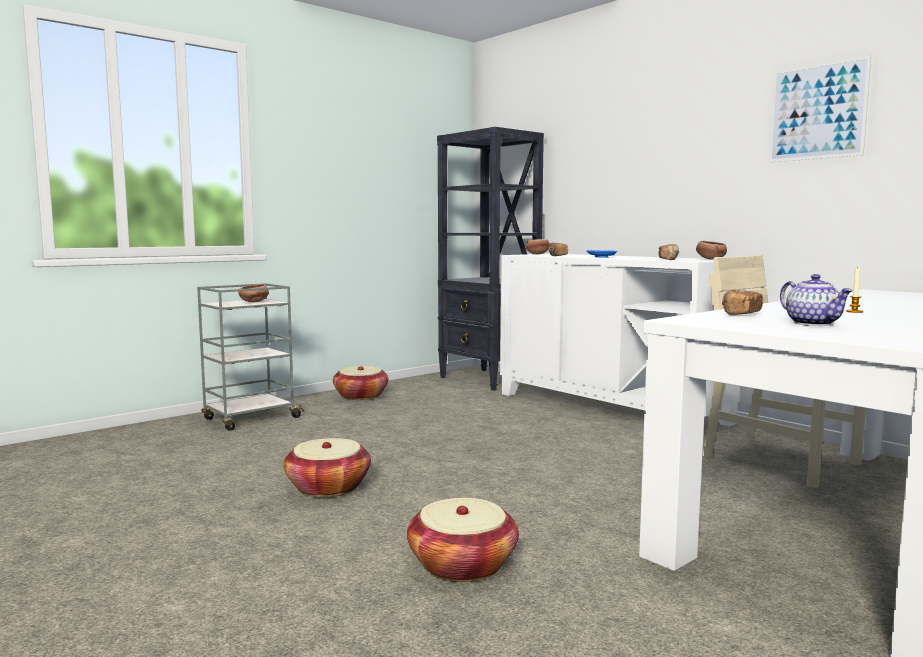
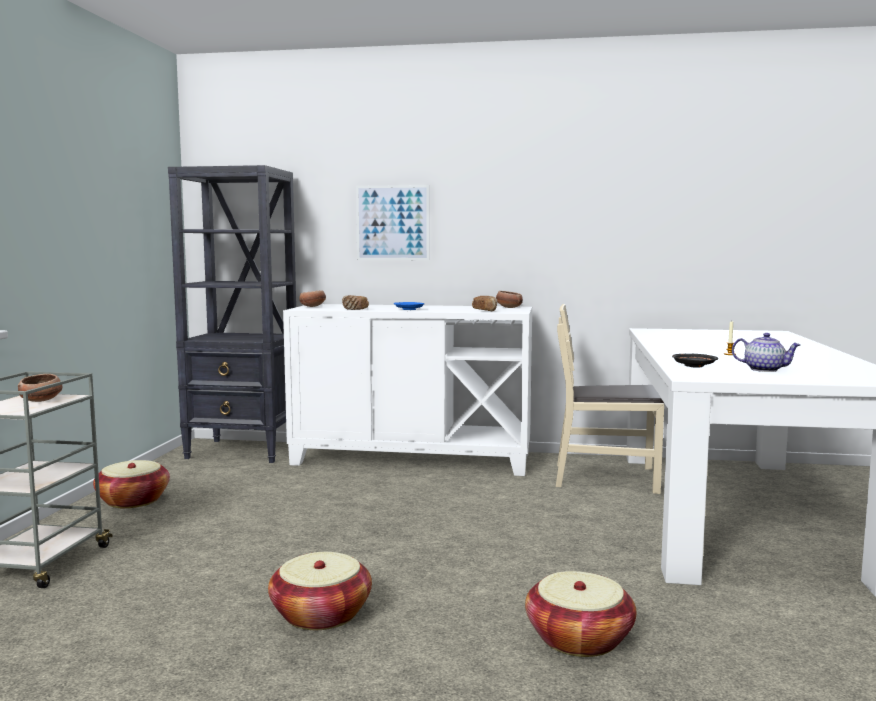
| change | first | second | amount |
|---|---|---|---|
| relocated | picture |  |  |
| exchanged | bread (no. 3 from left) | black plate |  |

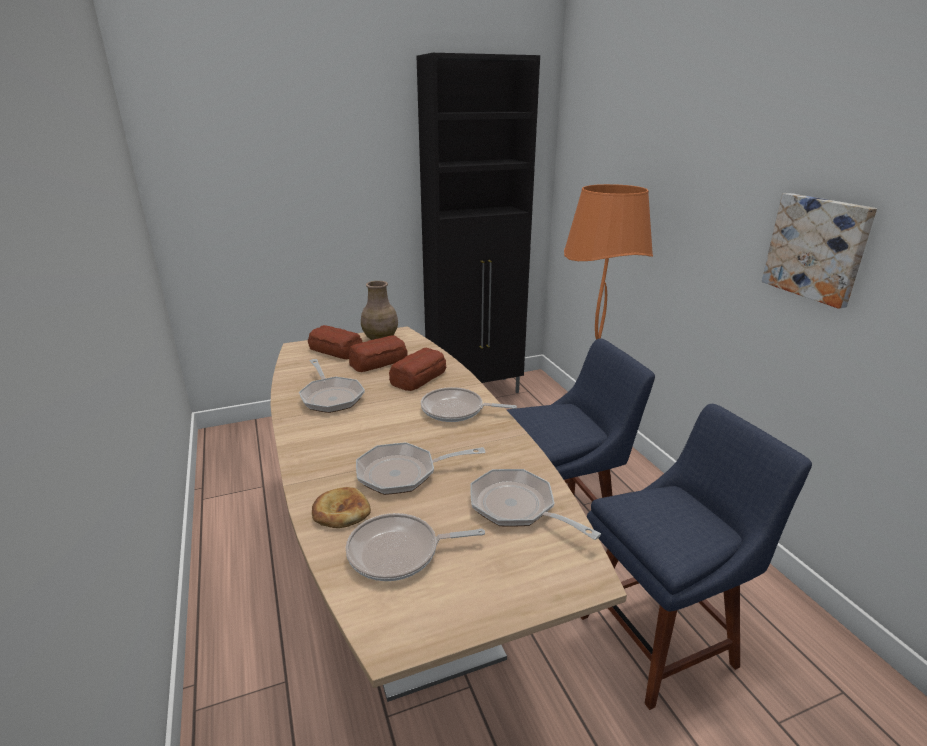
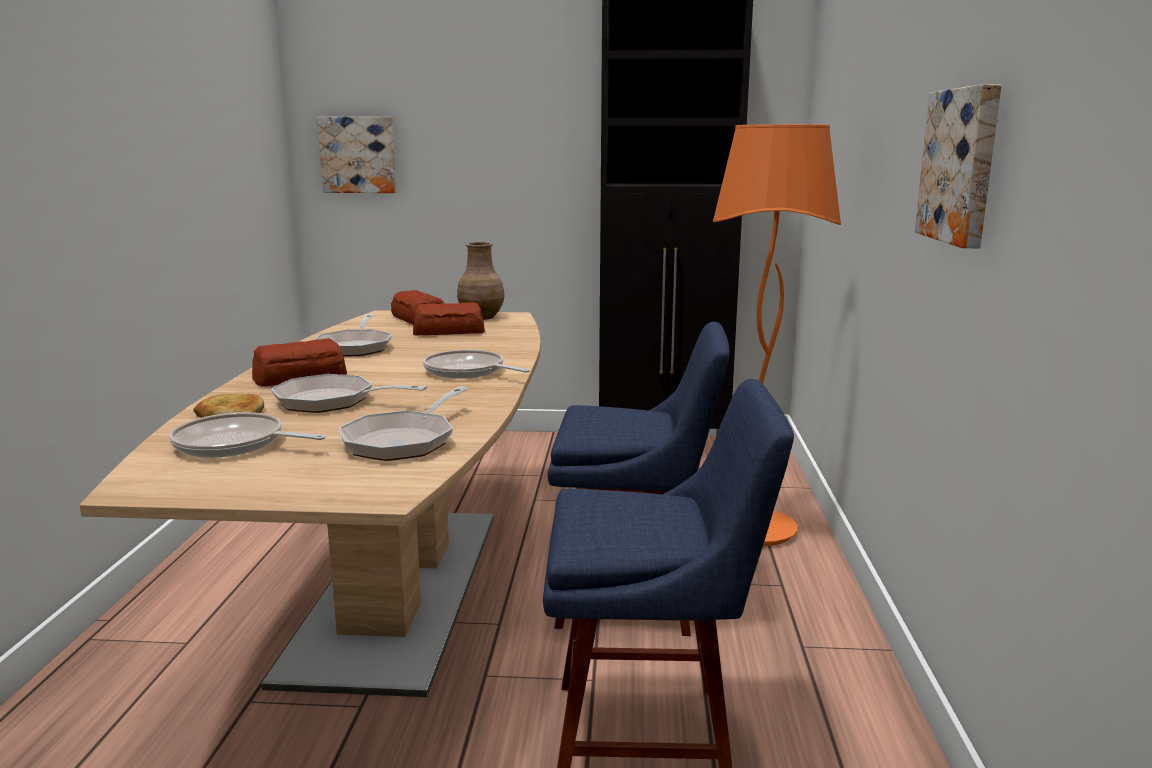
| change | first | second | amount |
|---|---|---|---|
| relocated | bread (no. 4 from left in the first image) | bread (no. 2 from left) |  |
| spun | frying pan (no. 5 from left in the first image) | frying pan (no. 4 from left) | 135 degrees counterclockwise |
| appeared |  | picture (no. 1 from left) |  |

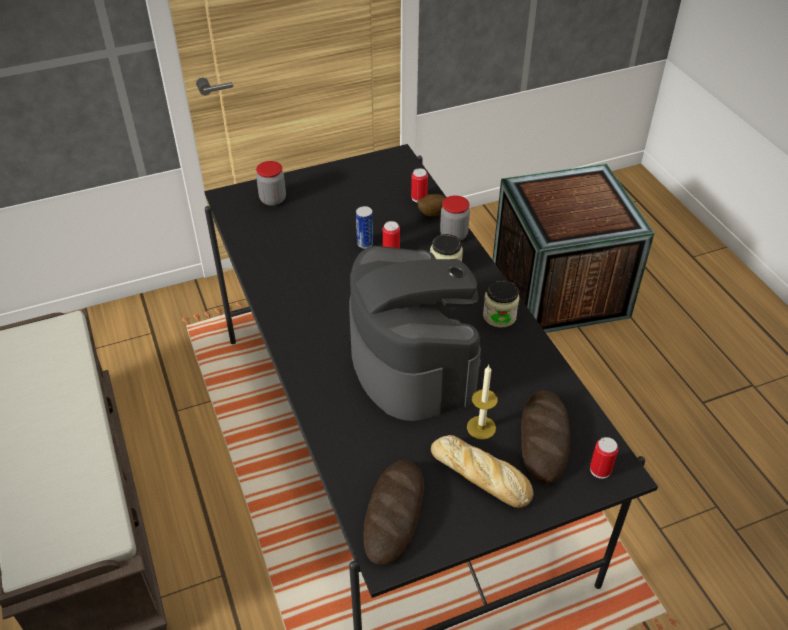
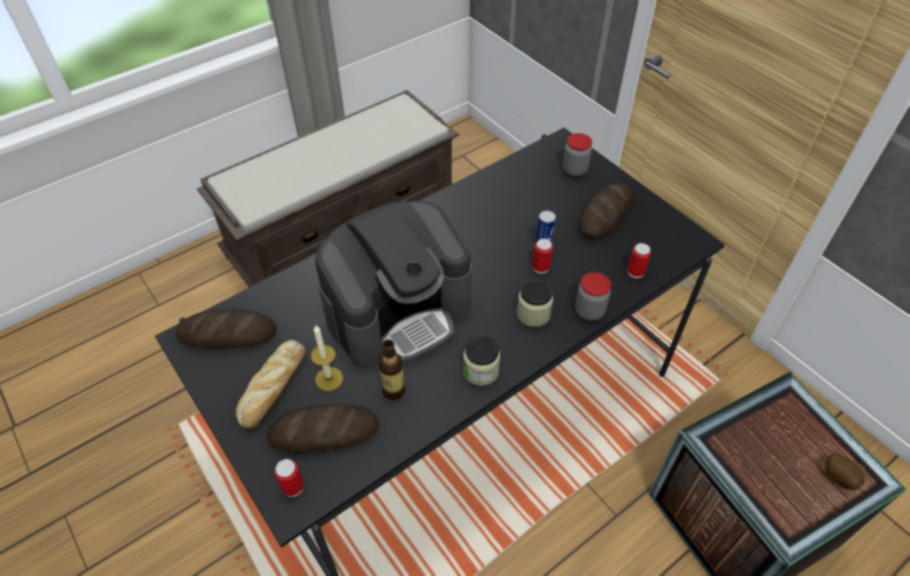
| change | first | second | amount |
|---|---|---|---|
| relocated | potato |  |  |
| appeared |  | bread (no. 4 from left) |  |
| appeared |  | bottle |  |

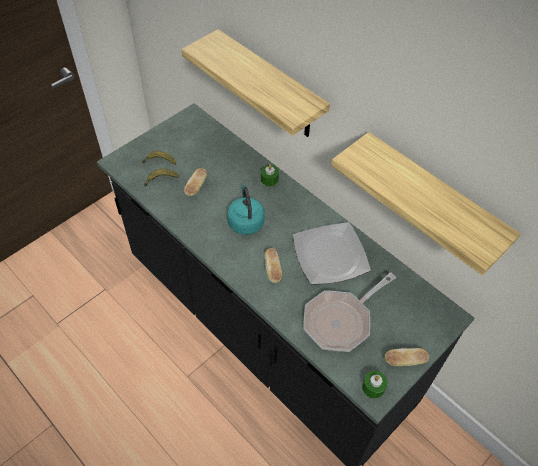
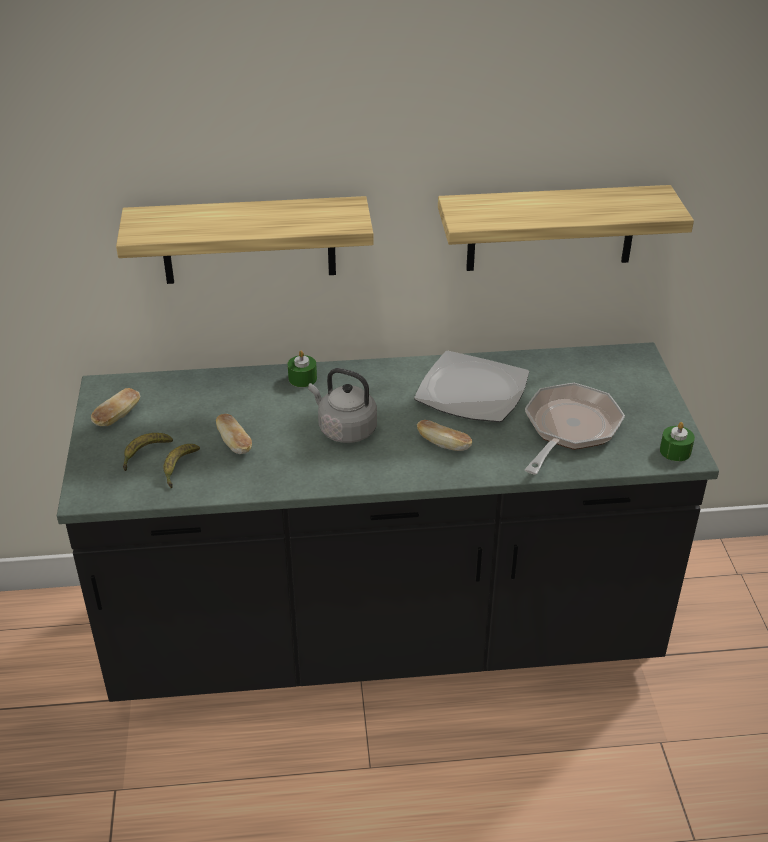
| change | first | second | amount |
|---|---|---|---|
| colour | turquoise kettle | grey kettle |  |
| spun | frying pan |  | 150 degrees counterclockwise |
| relocated | bread (no. 3 from left in the first image) | bread (no. 1 from left) |  |

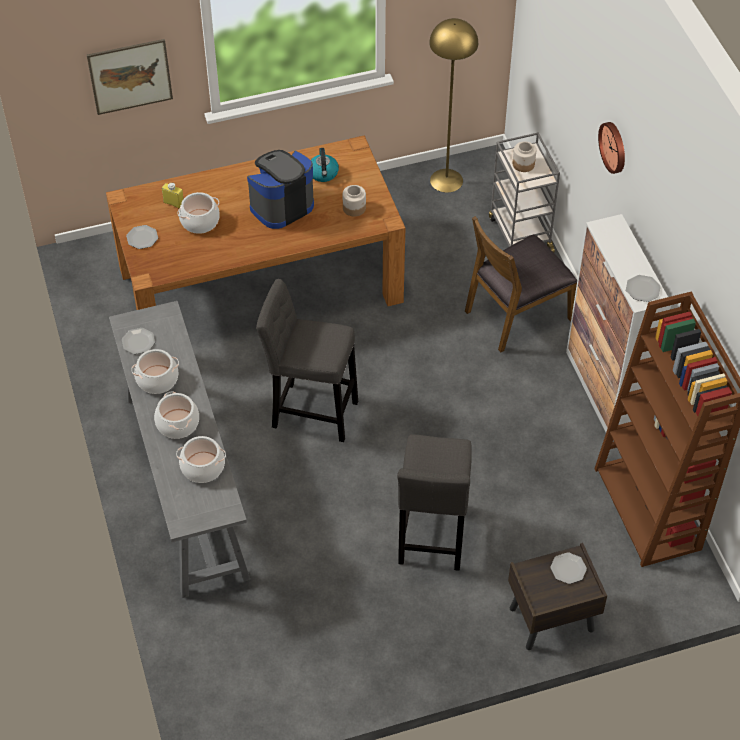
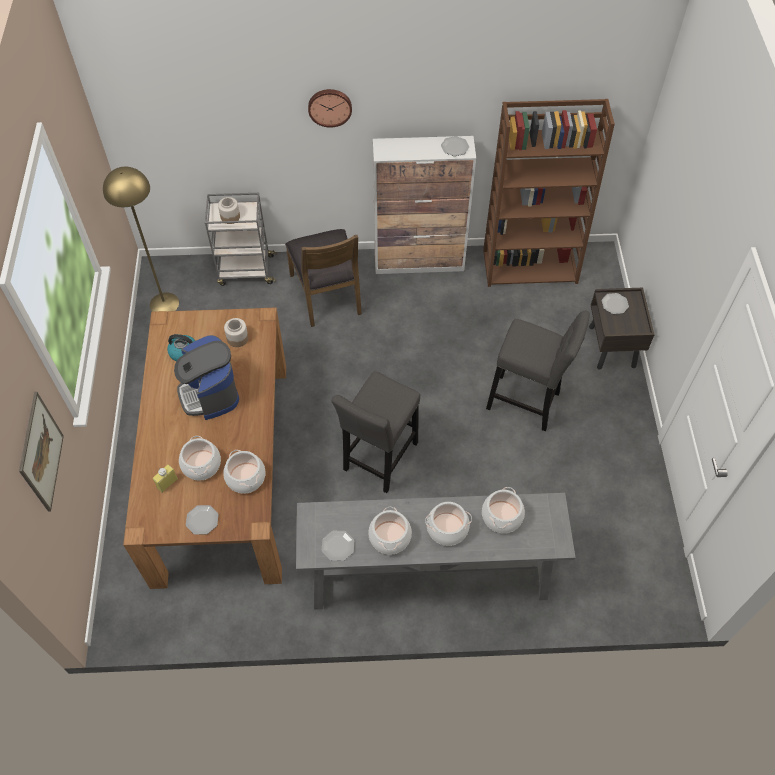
| change | first | second | amount |
|---|---|---|---|
| appeared |  | cooking pot (no. 2 from left) |  |

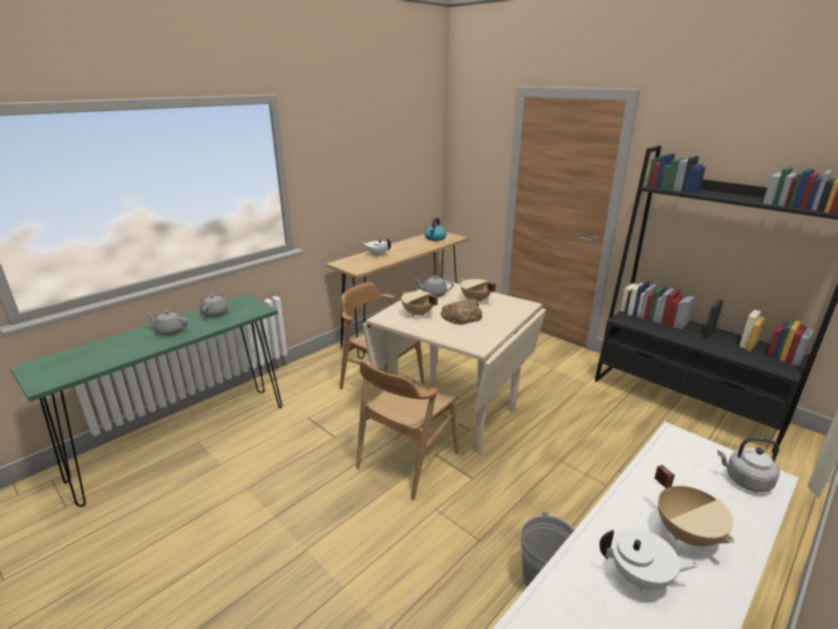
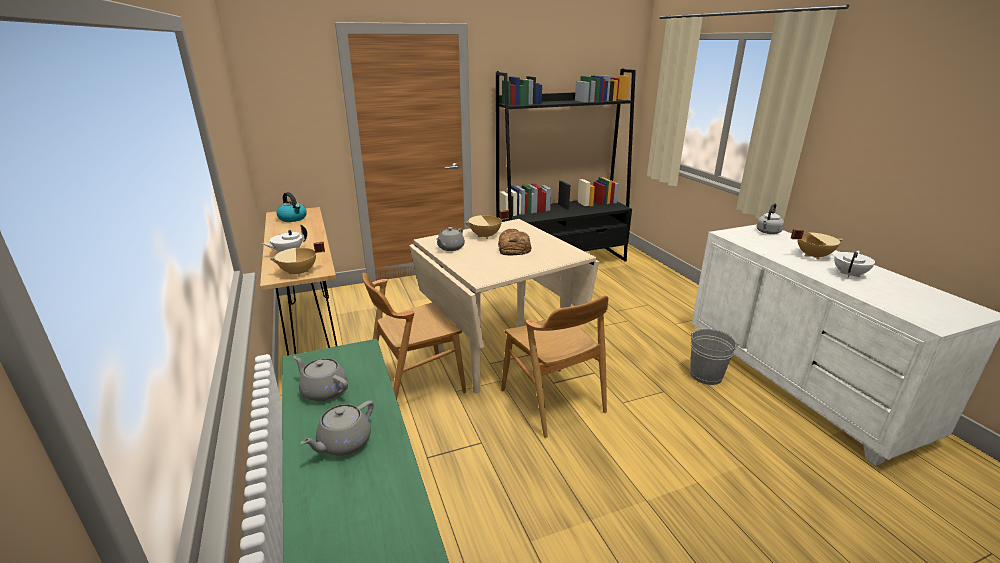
| change | first | second | amount |
|---|---|---|---|
| relocated | beige cooking pot (no. 1 from left) |  |  |

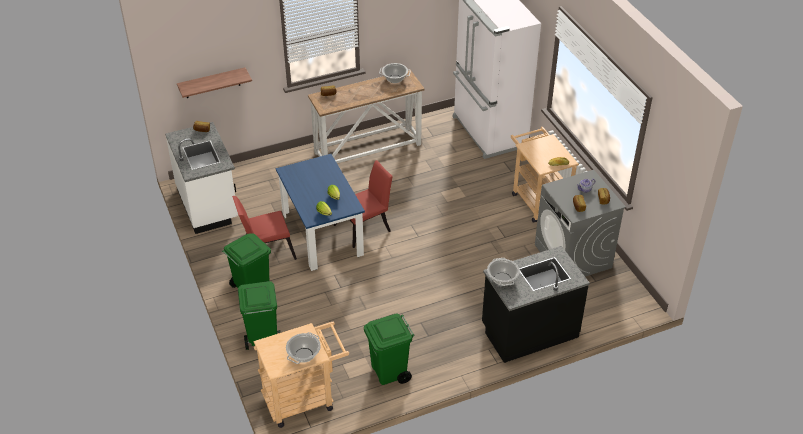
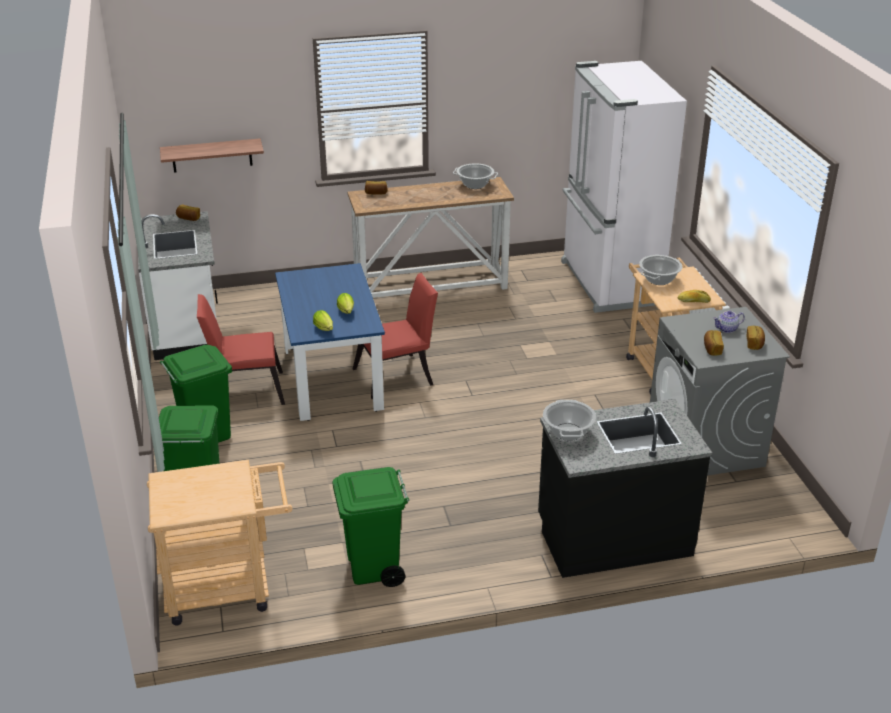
| change | first | second | amount |
|---|---|---|---|
| relocated | cooking pot (no. 1 from left in the first image) | cooking pot (no. 3 from left) |  |

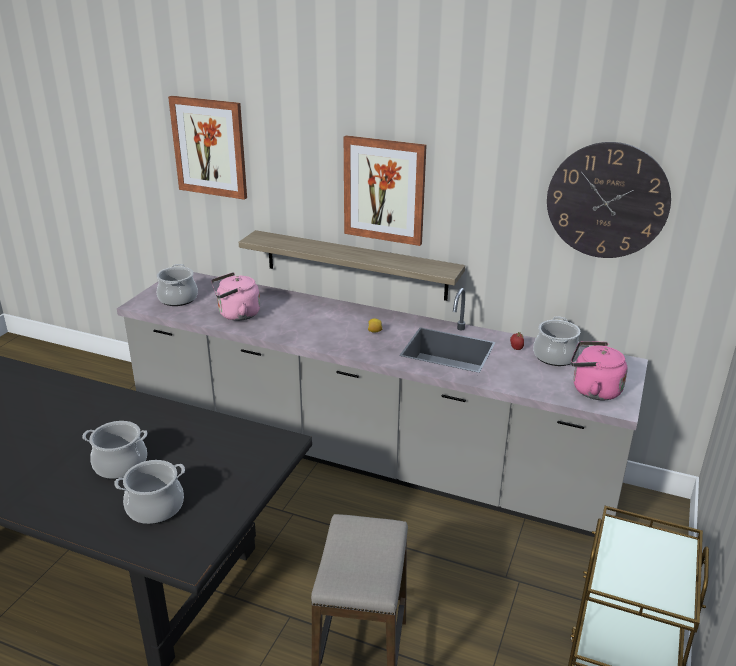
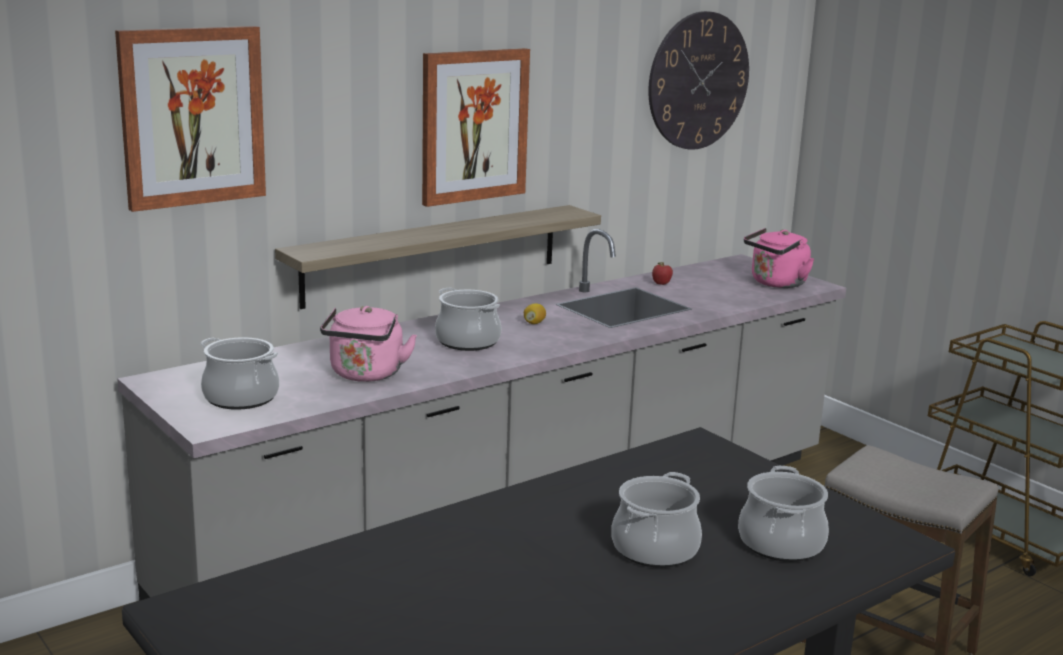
| change | first | second | amount |
|---|---|---|---|
| relocated | cooking pot (no. 4 from left in the first image) | cooking pot (no. 2 from left) |  |

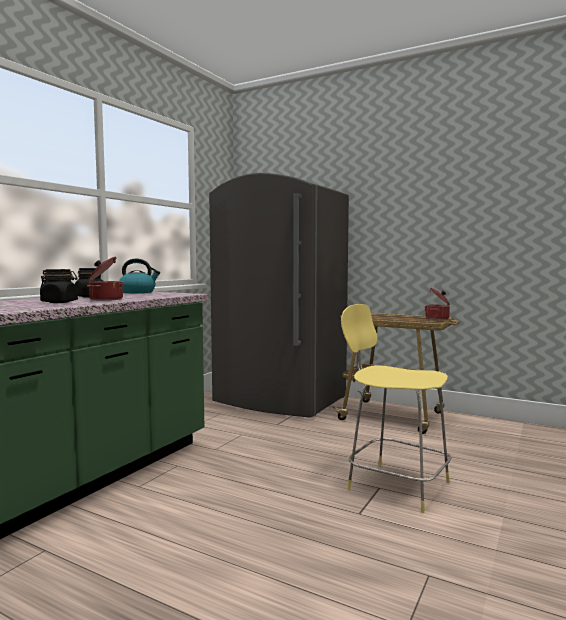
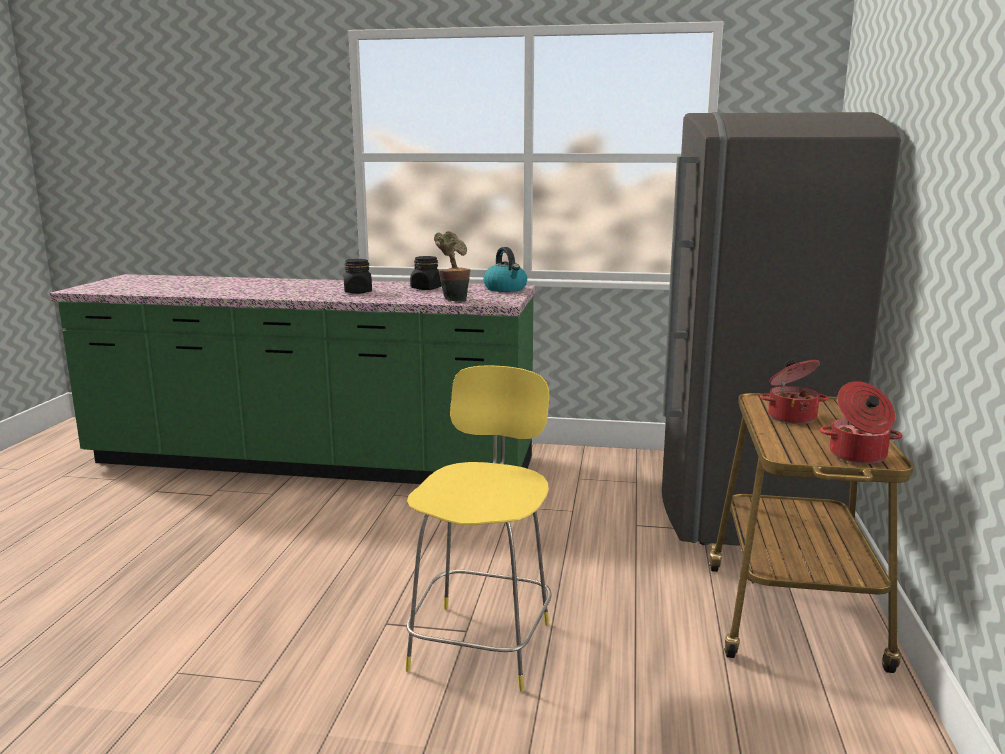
| change | first | second | amount |
|---|---|---|---|
| relocated | cooking pot (no. 1 from left) |  |  |
| appeared |  | potted plant |  |

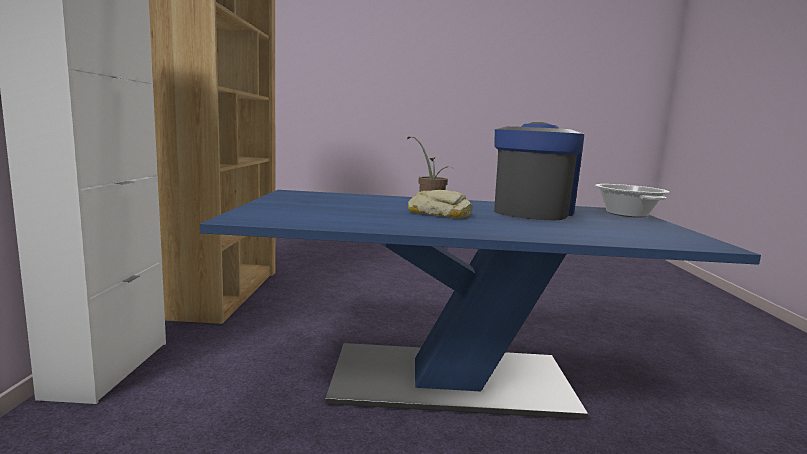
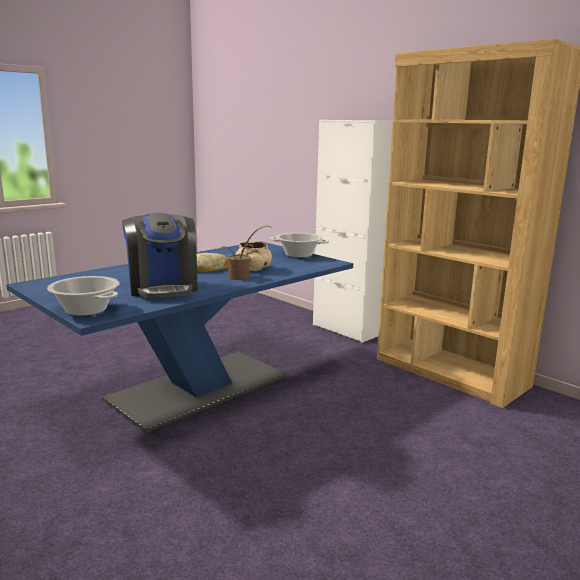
| change | first | second | amount |
|---|---|---|---|
| appeared |  | cooking pot (no. 2 from left) |  |
| appeared |  | beige bowl |  |

